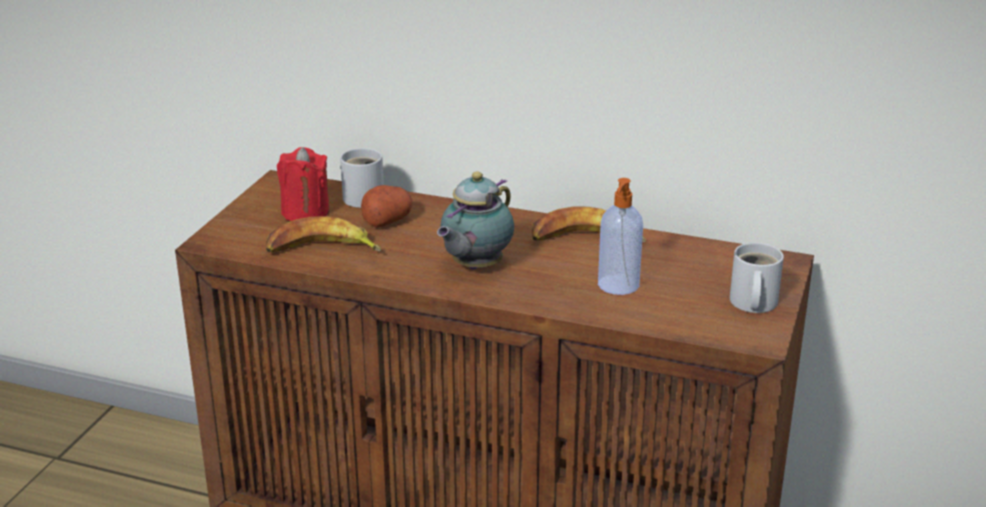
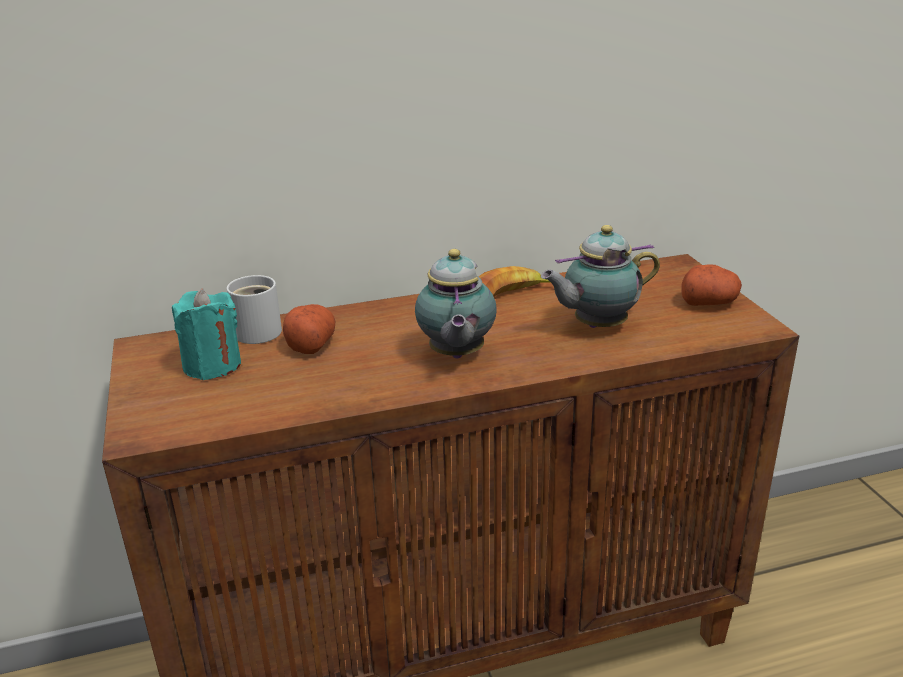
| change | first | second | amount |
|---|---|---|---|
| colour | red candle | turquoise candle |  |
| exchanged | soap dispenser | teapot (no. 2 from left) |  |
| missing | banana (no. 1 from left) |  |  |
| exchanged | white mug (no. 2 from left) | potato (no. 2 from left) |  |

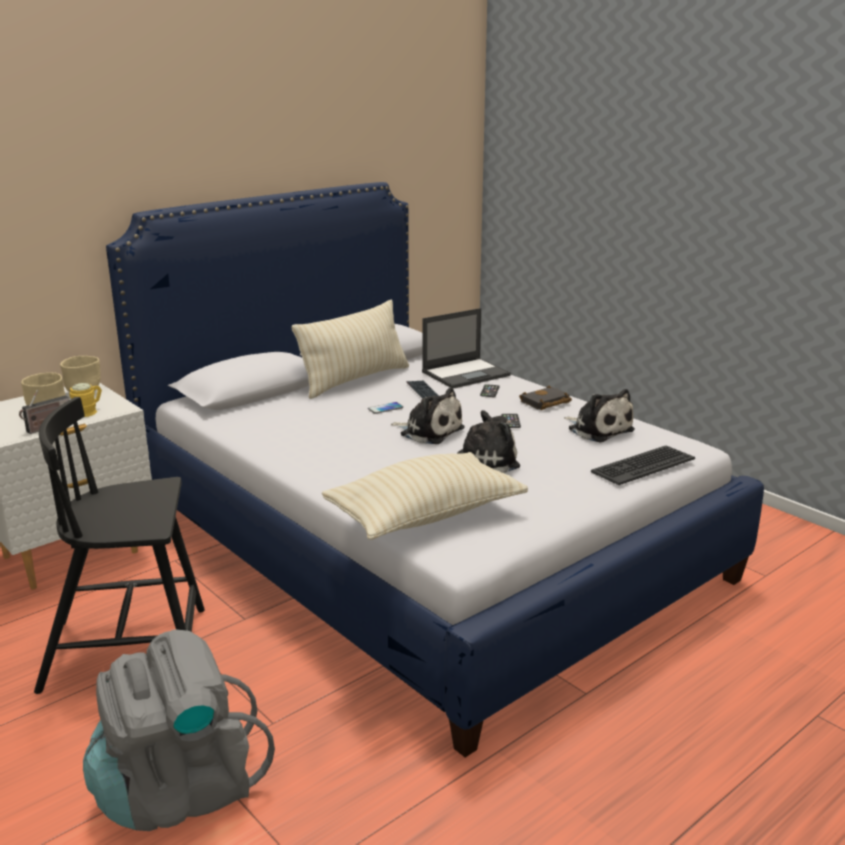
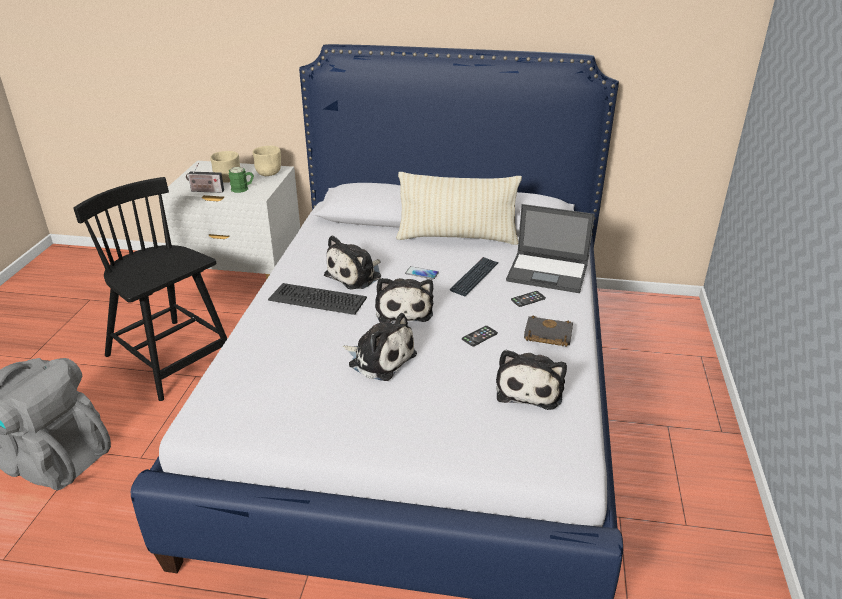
| change | first | second | amount |
|---|---|---|---|
| colour | yellow mug | green mug |  |
| relocated | keyboard (no. 2 from left in the first image) | keyboard (no. 1 from left) |  |
| missing | beige pillow (no. 2 from left) |  |  |
| appeared |  | plush toy (no. 1 from left) |  |

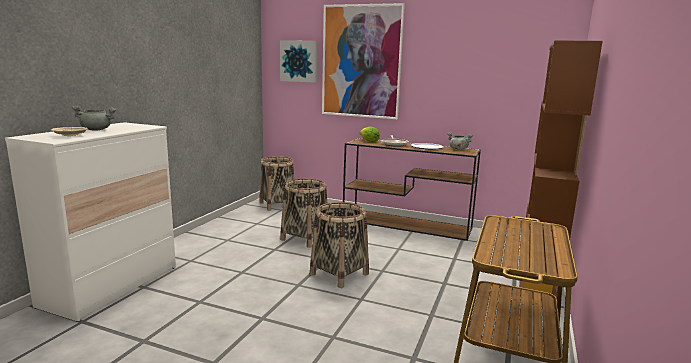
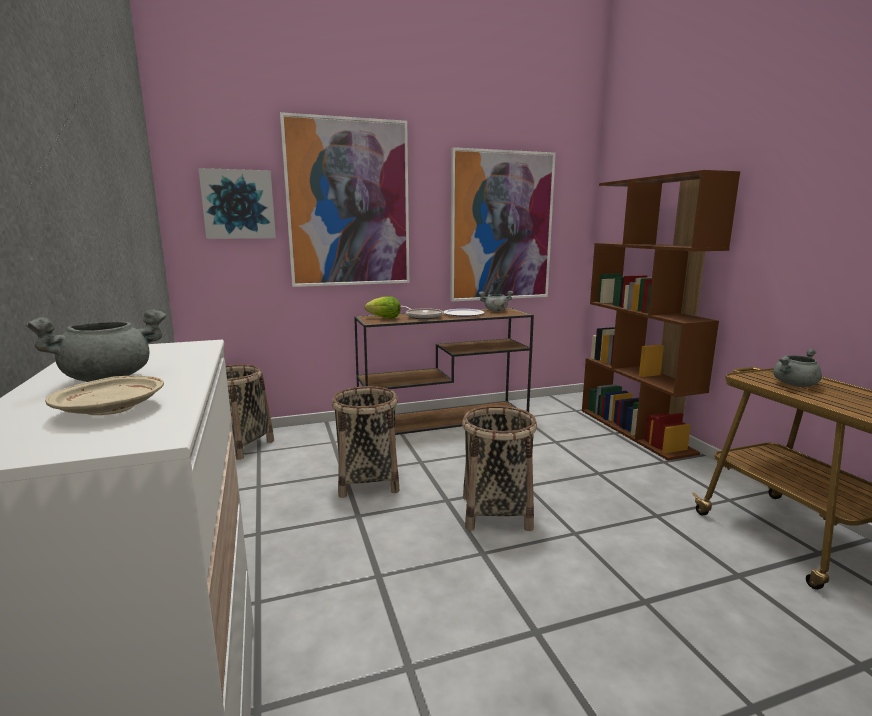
| change | first | second | amount |
|---|---|---|---|
| appeared |  | picture (no. 3 from left) |  |
| appeared |  | grey cooking pot (no. 3 from left) |  |

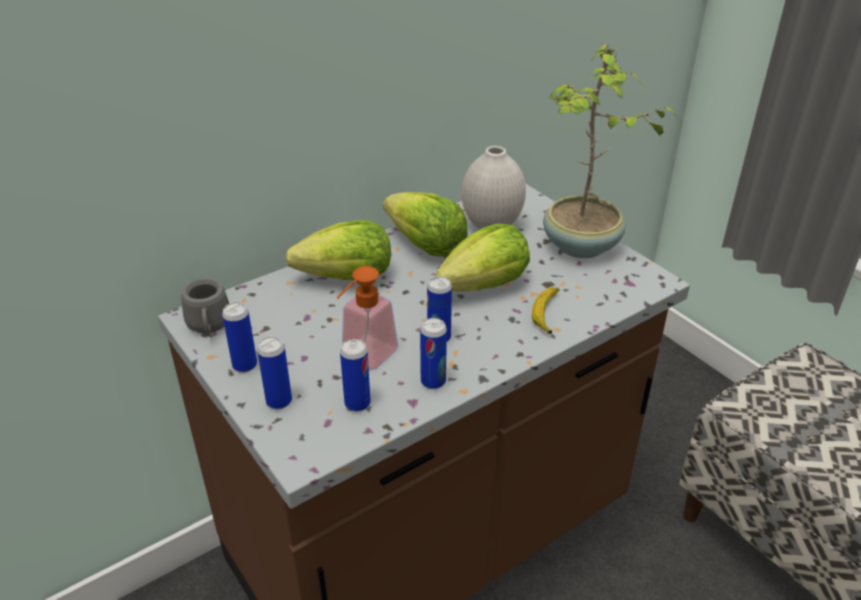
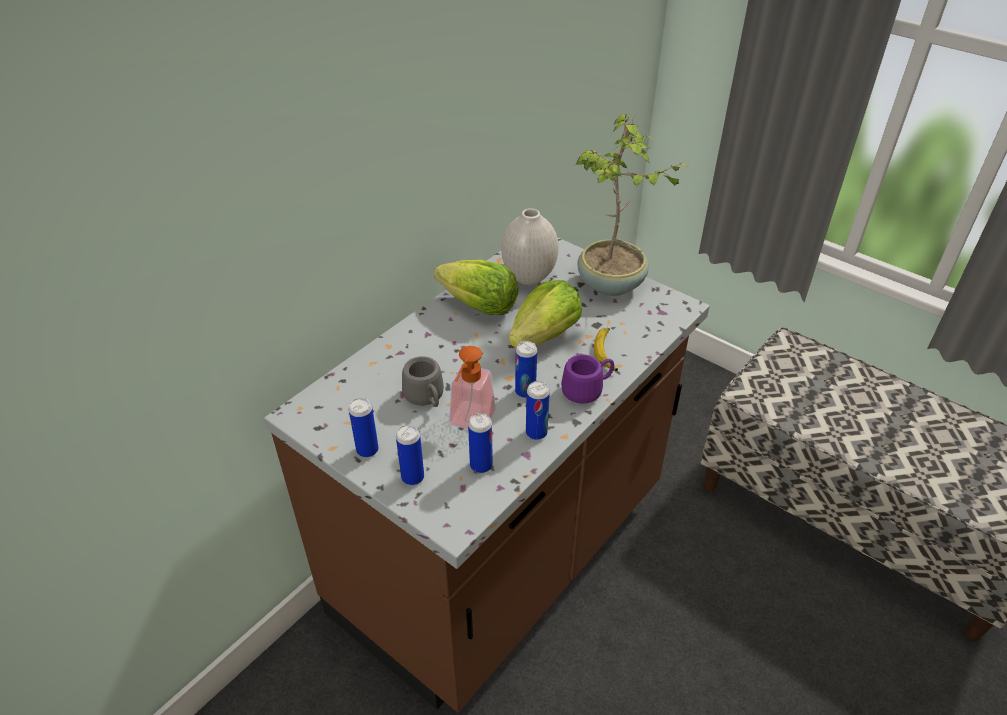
| change | first | second | amount |
|---|---|---|---|
| missing | lettuce (no. 1 from left) |  |  |
| relocated | grey mug |  |  |
| appeared |  | purple mug |  |

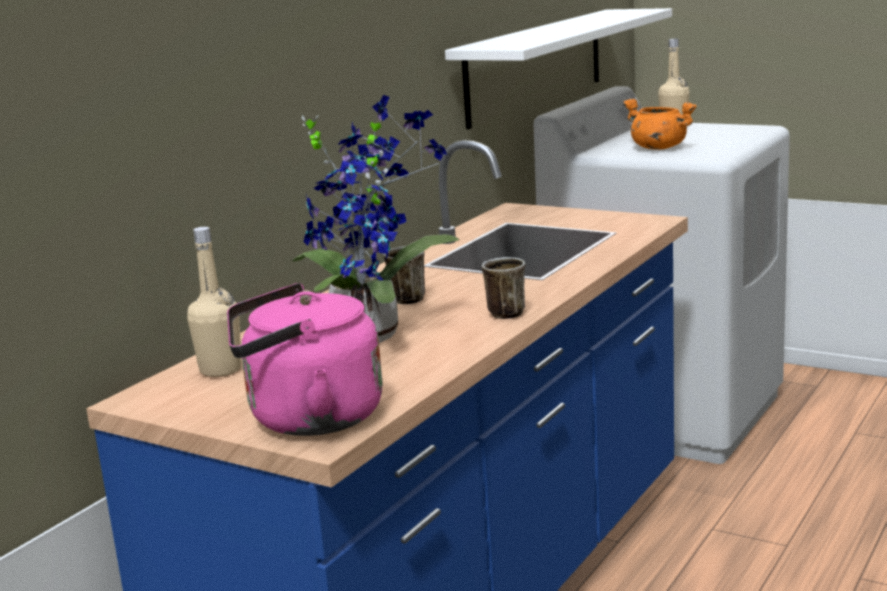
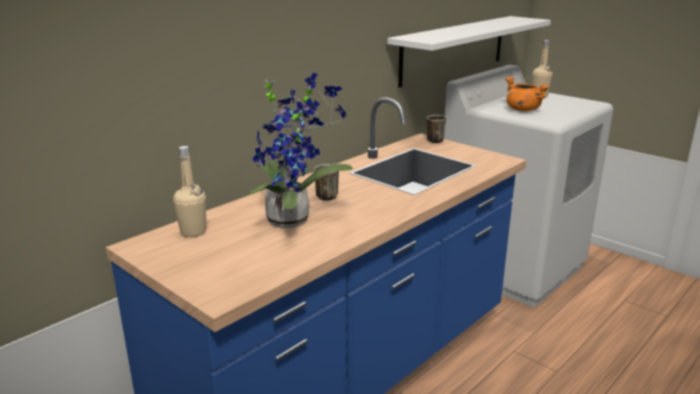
| change | first | second | amount |
|---|---|---|---|
| relocated | mug (no. 2 from left) |  |  |
| missing | pink kettle |  |  |

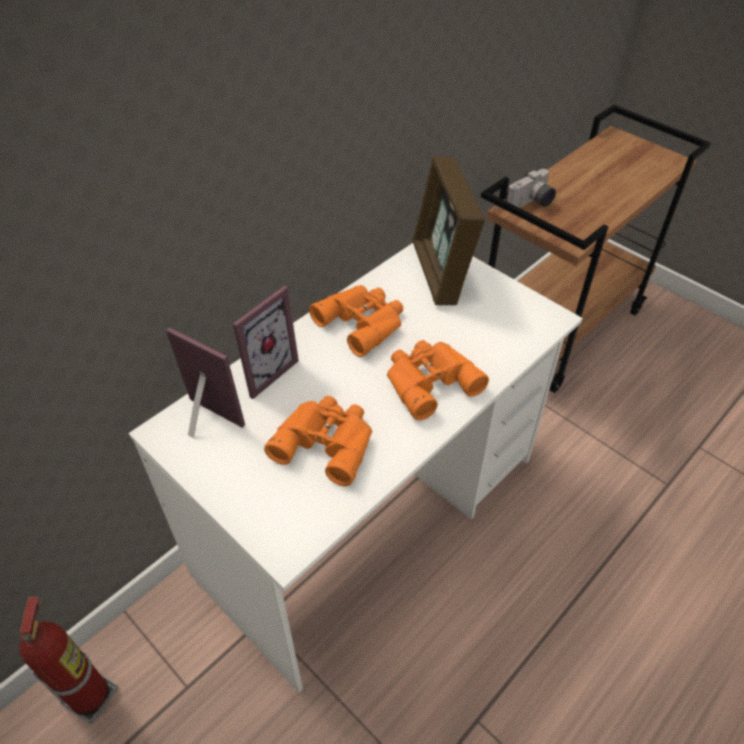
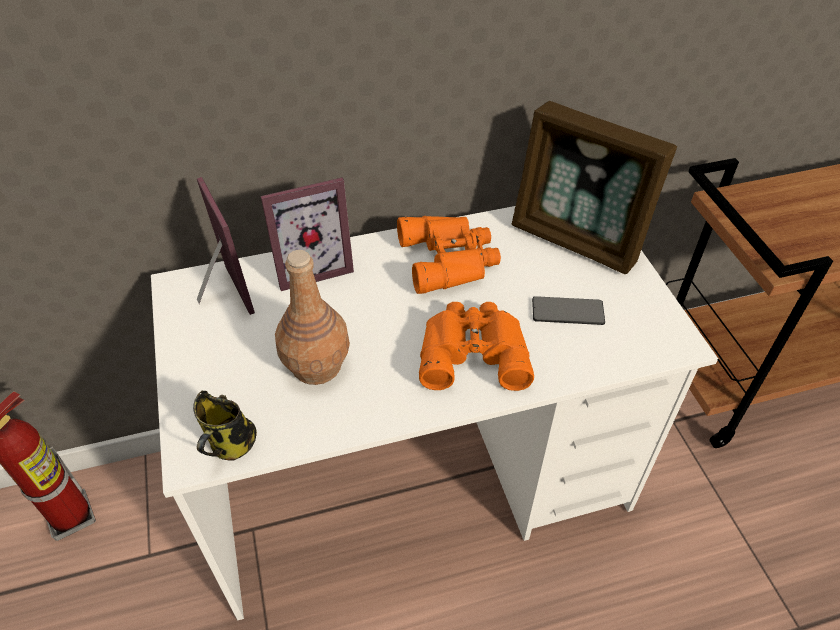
| change | first | second | amount |
|---|---|---|---|
| spun | picture frame (no. 3 from left) |  | 75 degrees counterclockwise |
| missing | photo camera |  |  |
| exchanged | orange binoculars (no. 1 from left) | brown bottle |  |
| appeared |  | phone |  |
| appeared |  | mug |  |

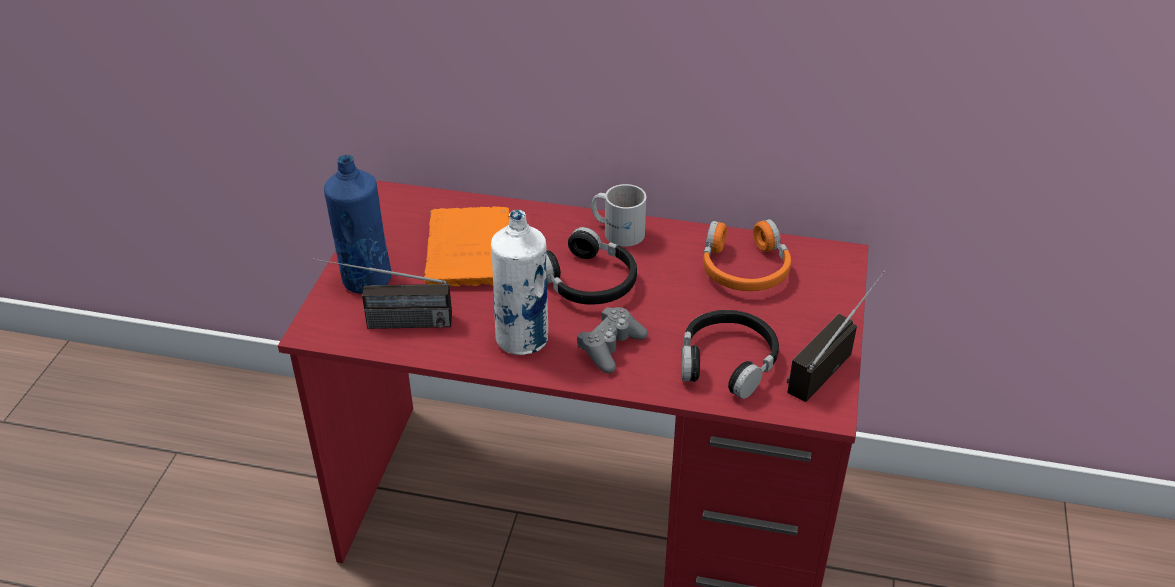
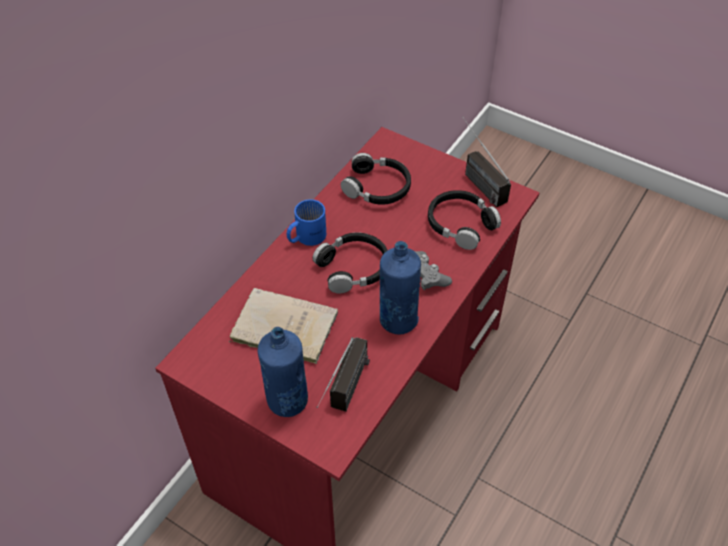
| change | first | second | amount |
|---|---|---|---|
| colour | white mug | blue mug |  |
| colour | orange book | beige book |  |
| colour | white bottle | blue bottle (no. 2 from left) |  |
| colour | orange headphones | black headphones (no. 2 from left) |  |

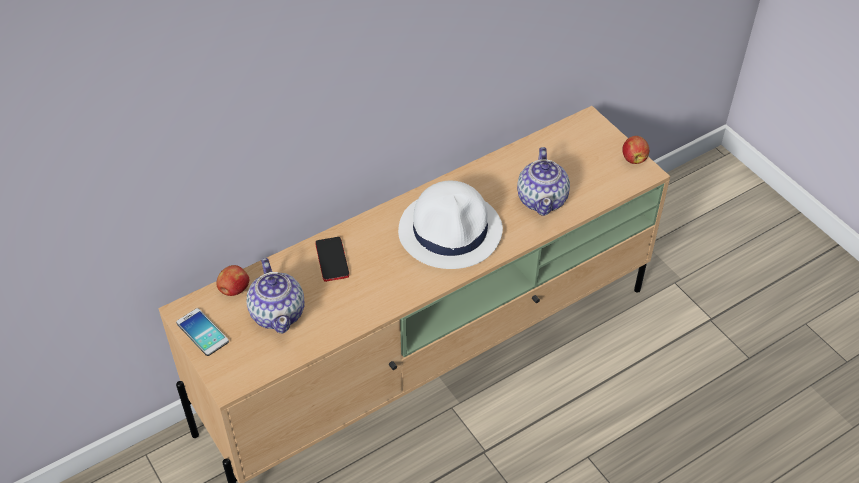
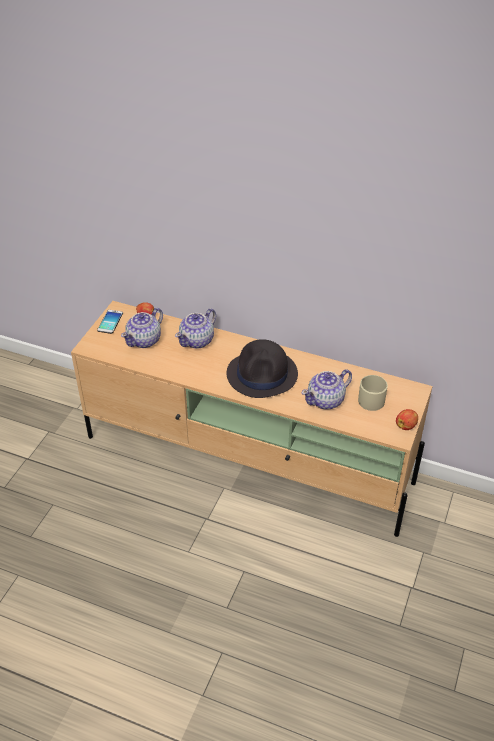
| change | first | second | amount |
|---|---|---|---|
| colour | white hat | black hat |  |
| exchanged | phone (no. 2 from left) | teapot (no. 2 from left) |  |
| appeared |  | beige mug |  |

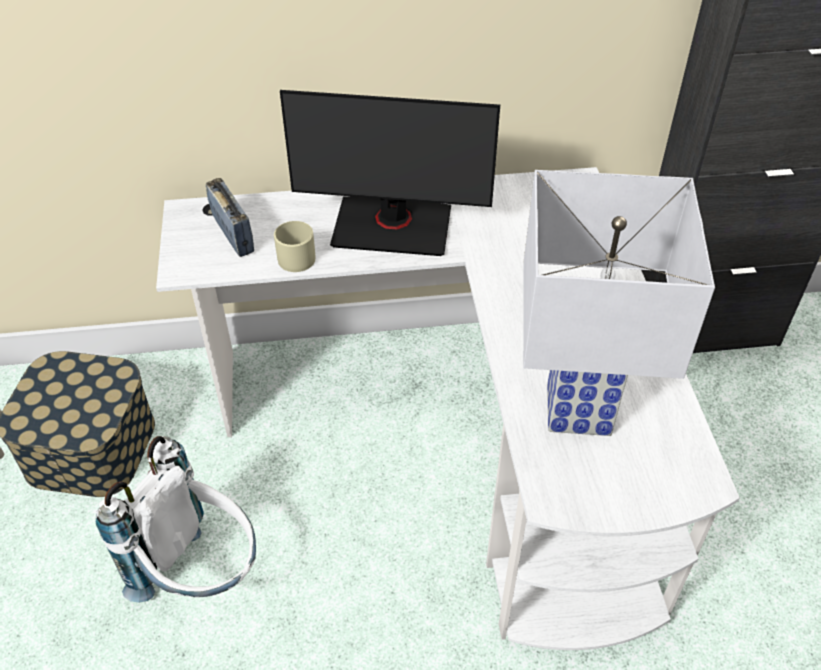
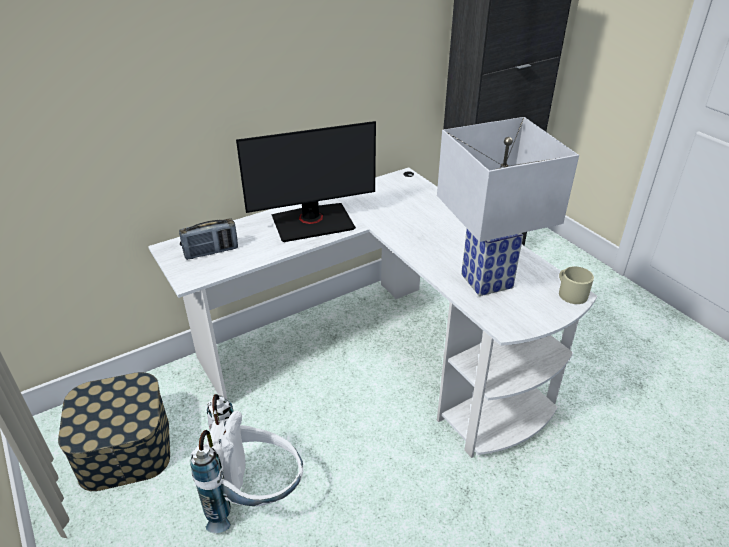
| change | first | second | amount |
|---|---|---|---|
| spun | radio |  | 120 degrees clockwise |
| relocated | beige mug |  |  |

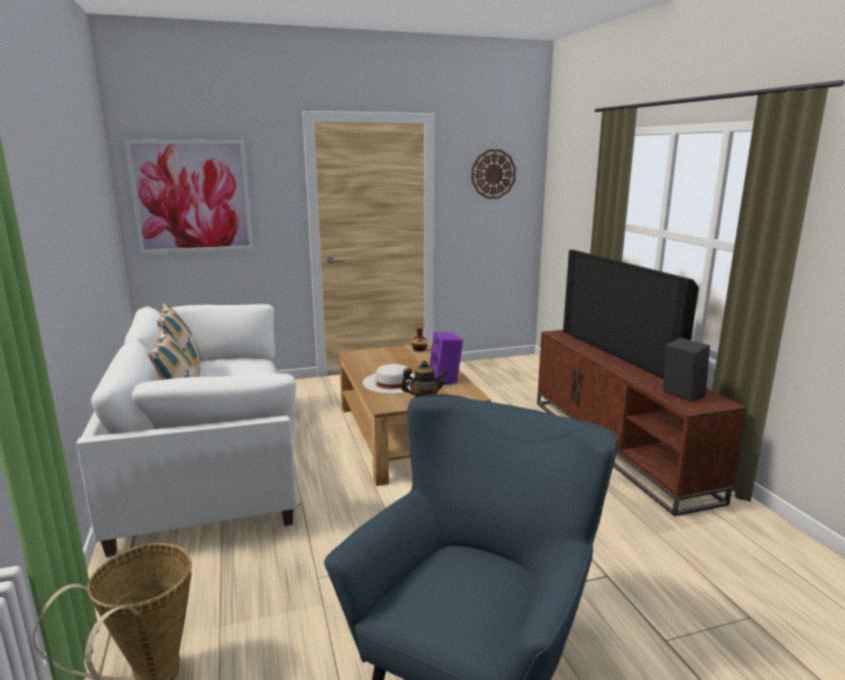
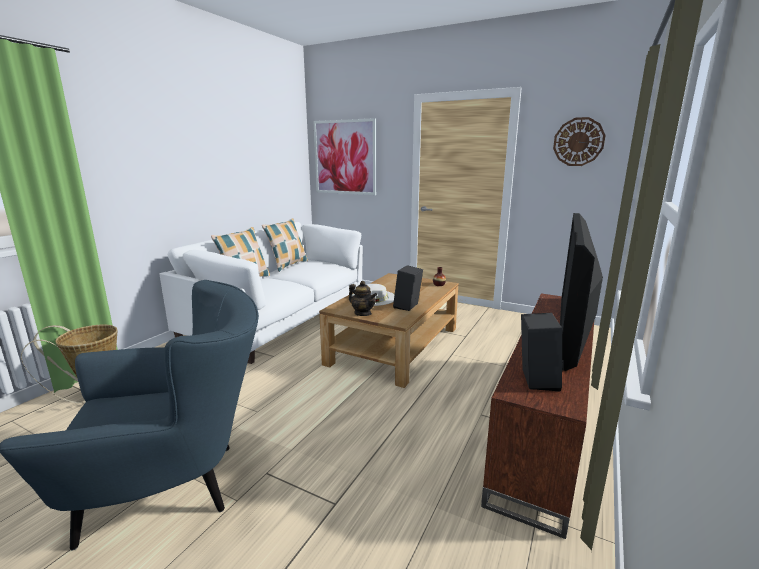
| change | first | second | amount |
|---|---|---|---|
| colour | purple speaker | black speaker (no. 1 from left) |  |

